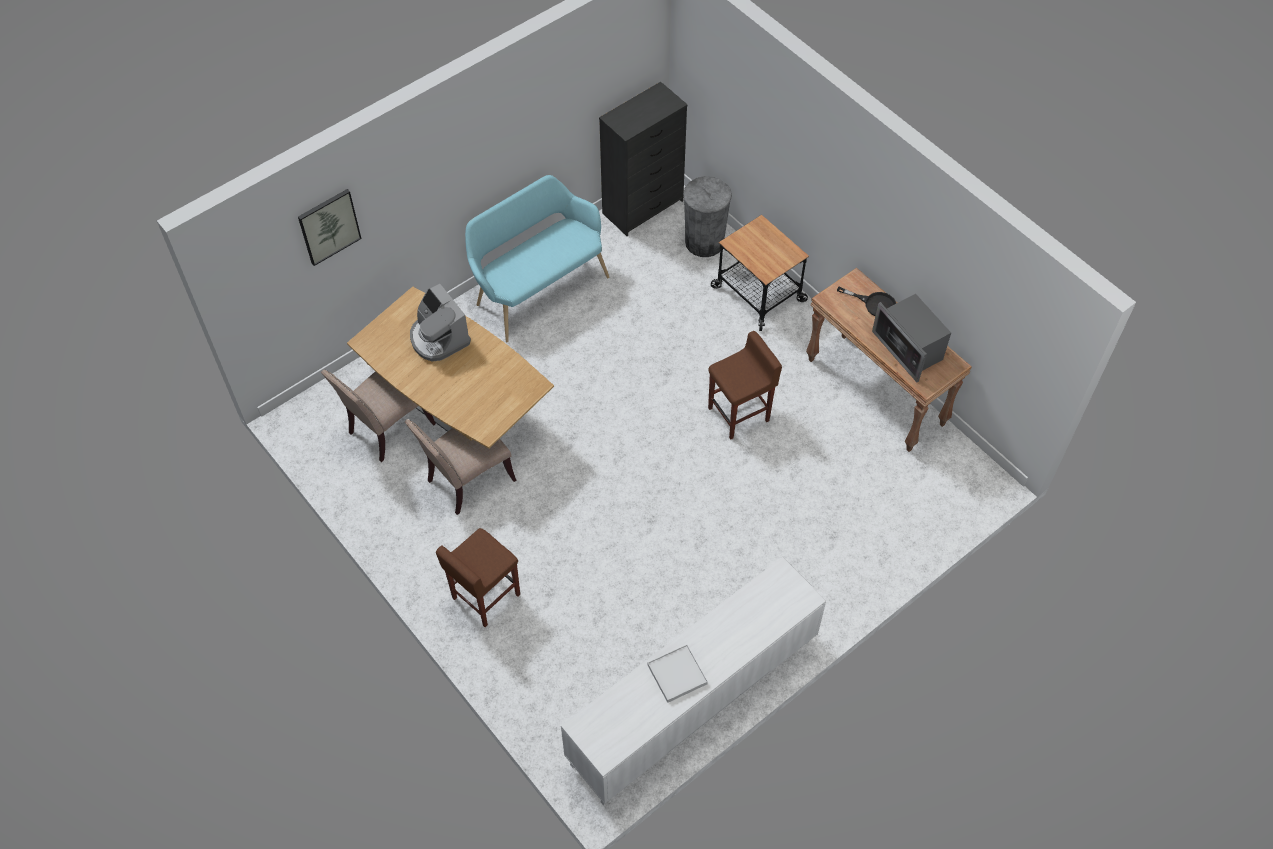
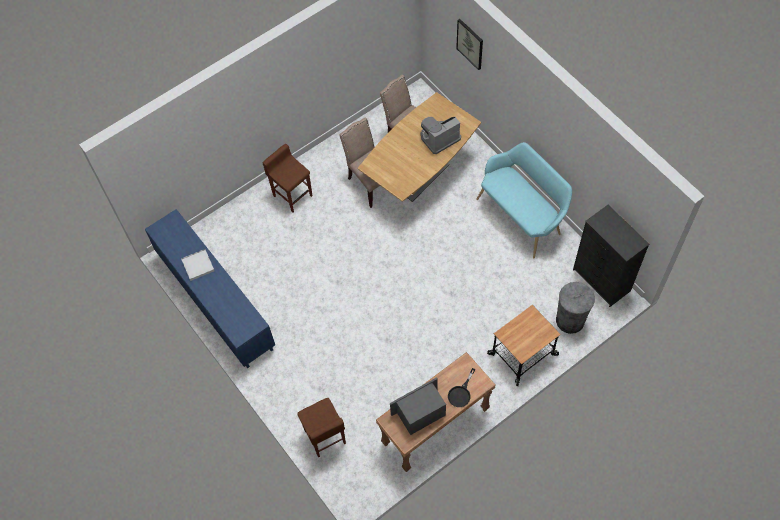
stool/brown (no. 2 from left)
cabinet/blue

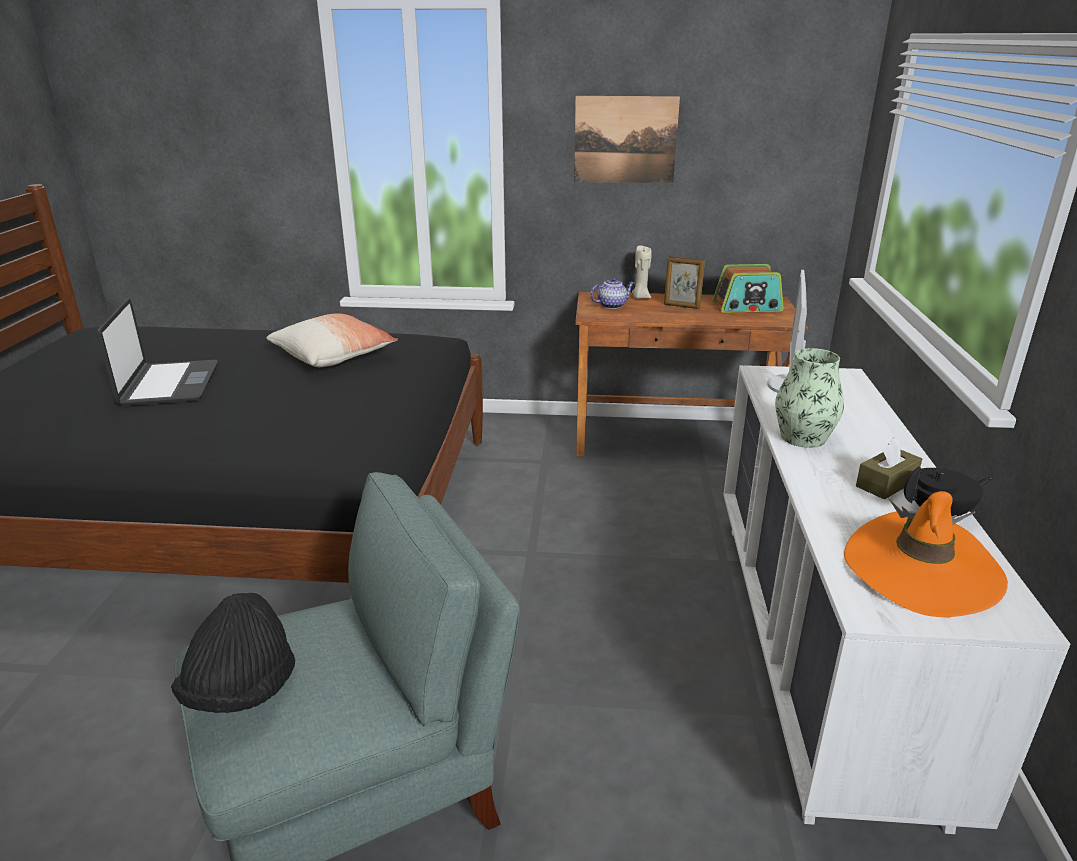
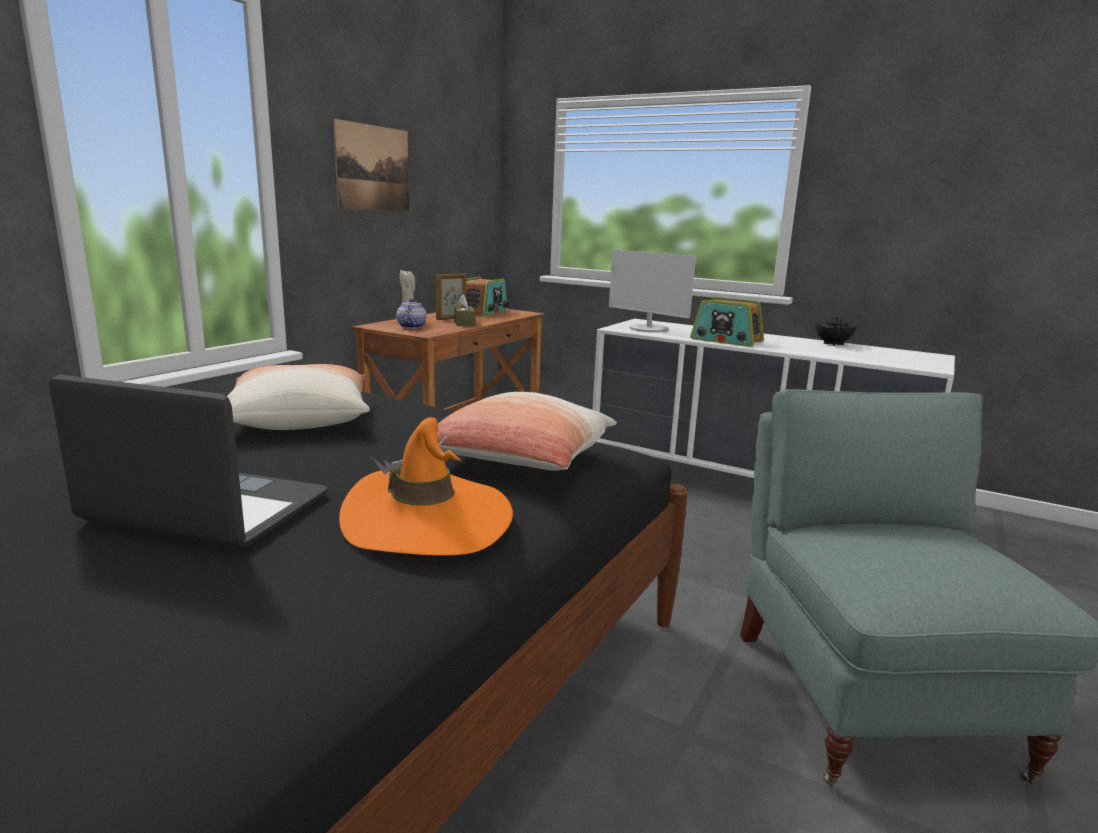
radio (no. 2 from left)
tissue box/brown
hat/orange
hat/black
pillow (no. 2 from left)

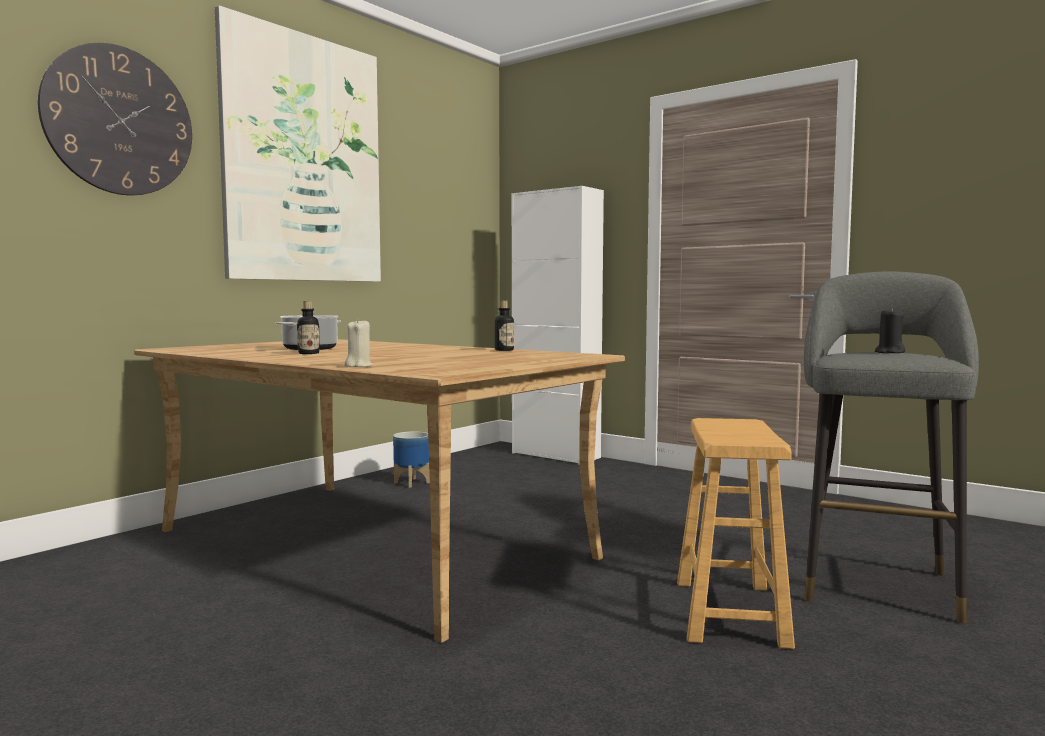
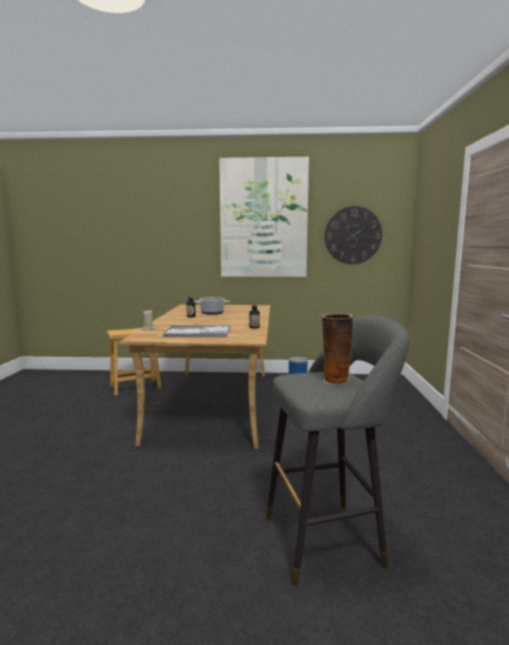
wall clock
cabinet/white
vase
stool/brown
tray

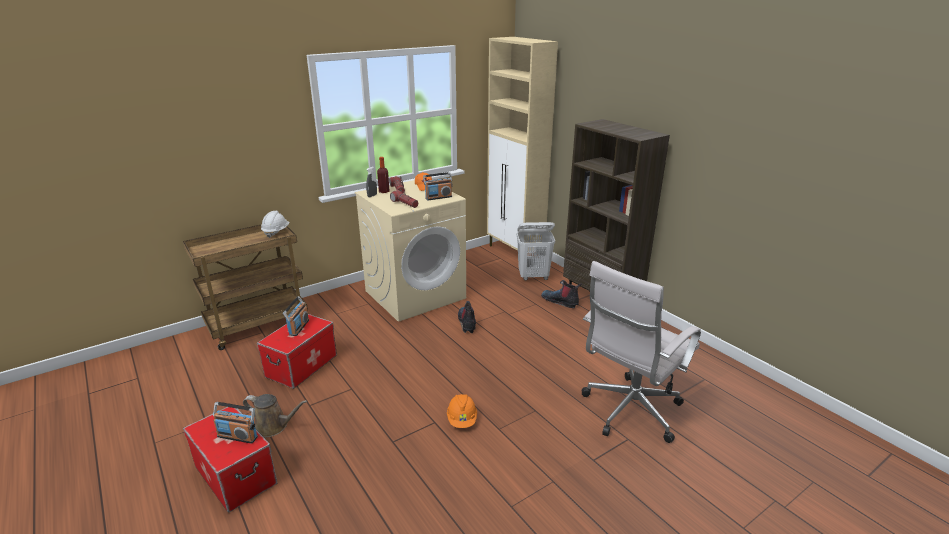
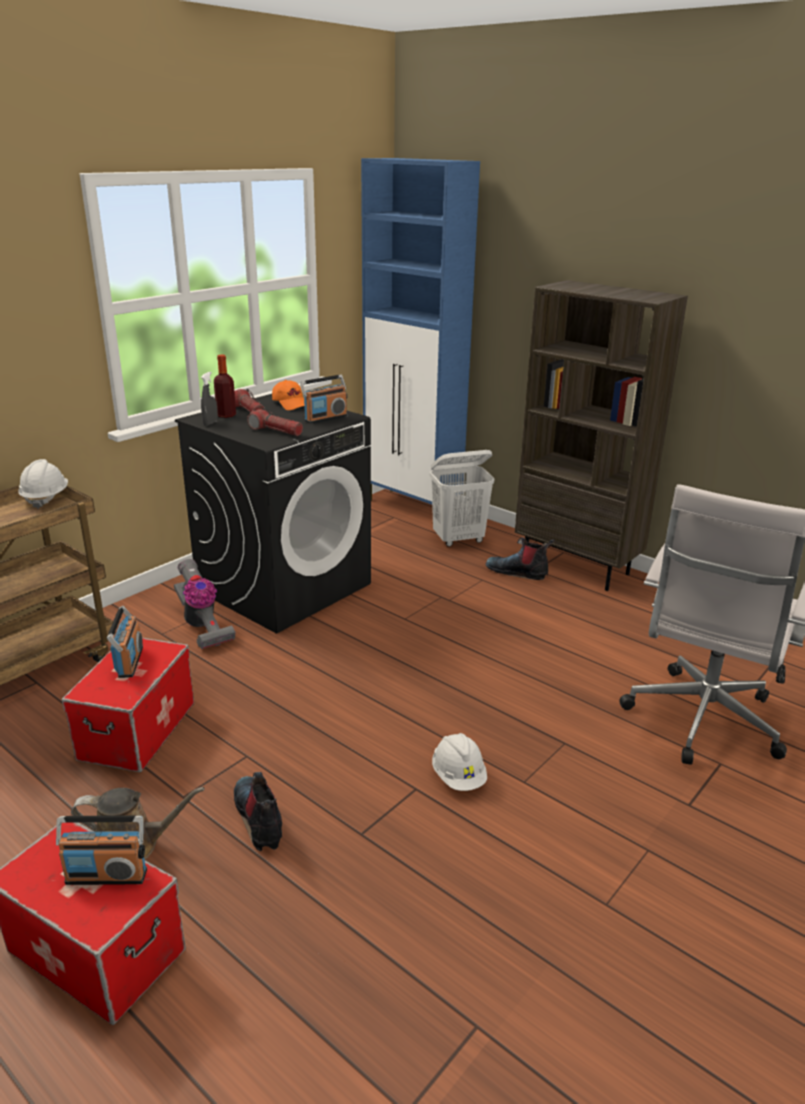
cabinet/blue
washing machine/black
boot (no. 1 from left)
hard hat/white (no. 2 from left)
vacuum cleaner

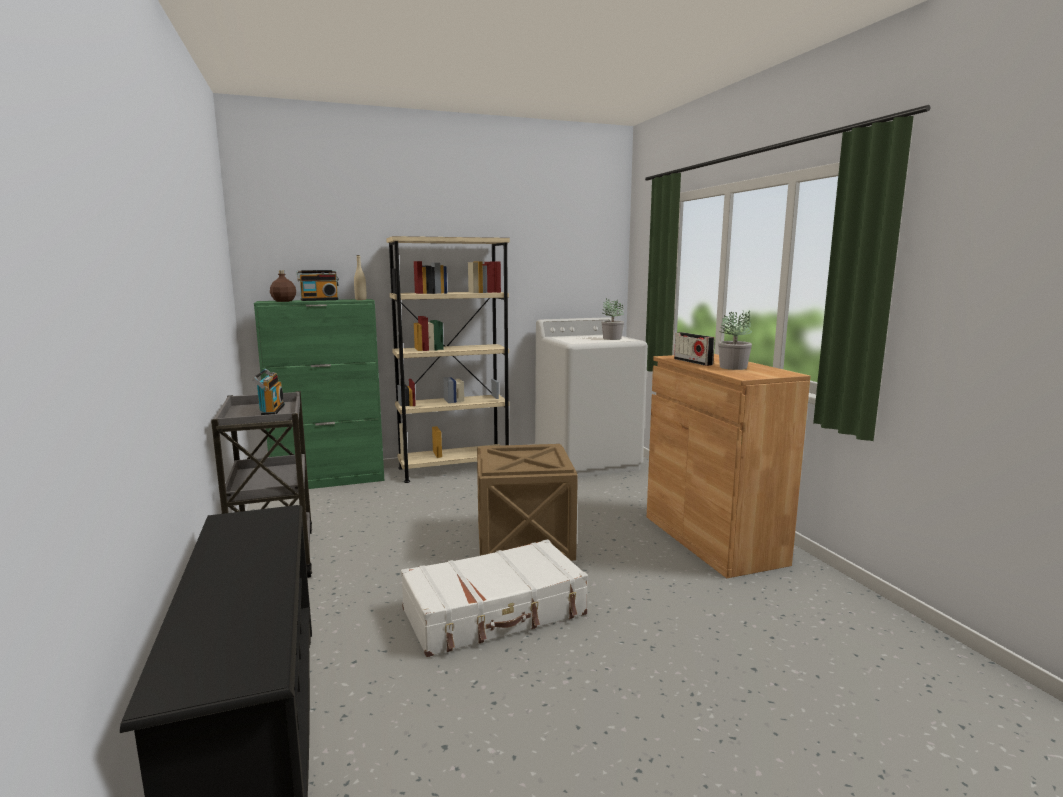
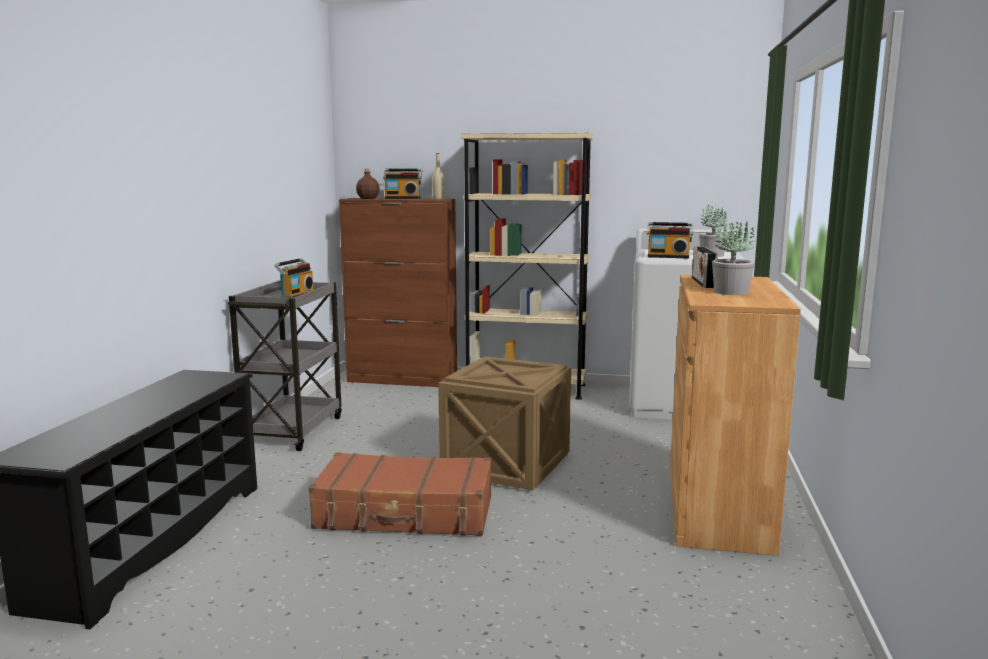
cabinet/brown (no. 1 from left)
suitcase/brown
radio (no. 3 from left)

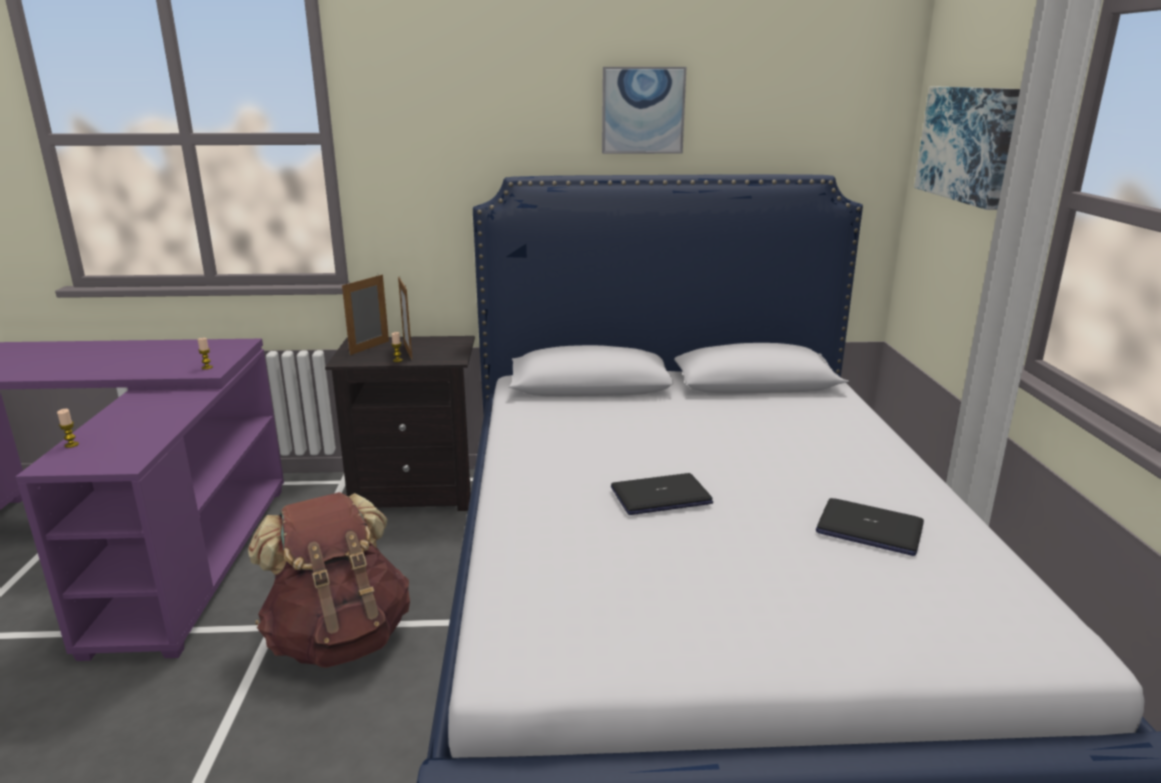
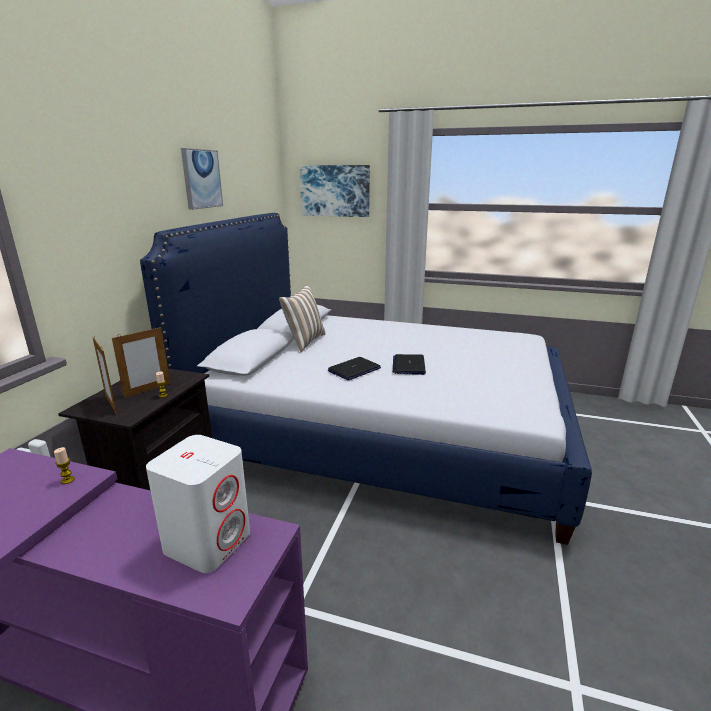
picture frame (no. 2 from left)
candle (no. 1 from left in the first image)
backpack/brown
laptop (no. 1 from left)
pillow
speaker/white

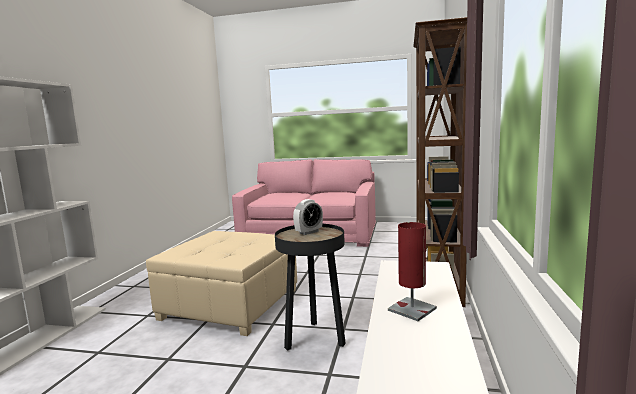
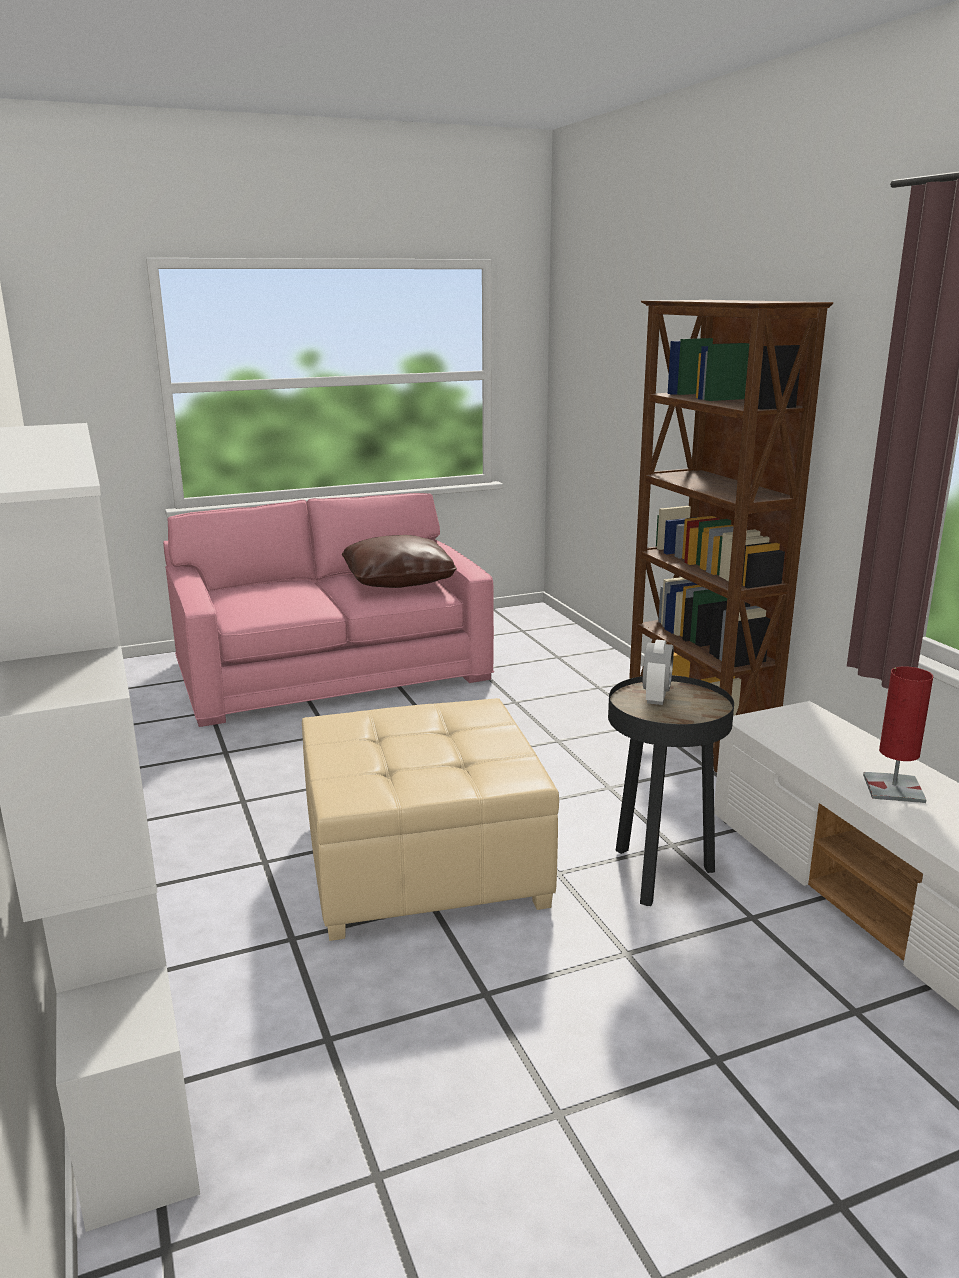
pillow/brown

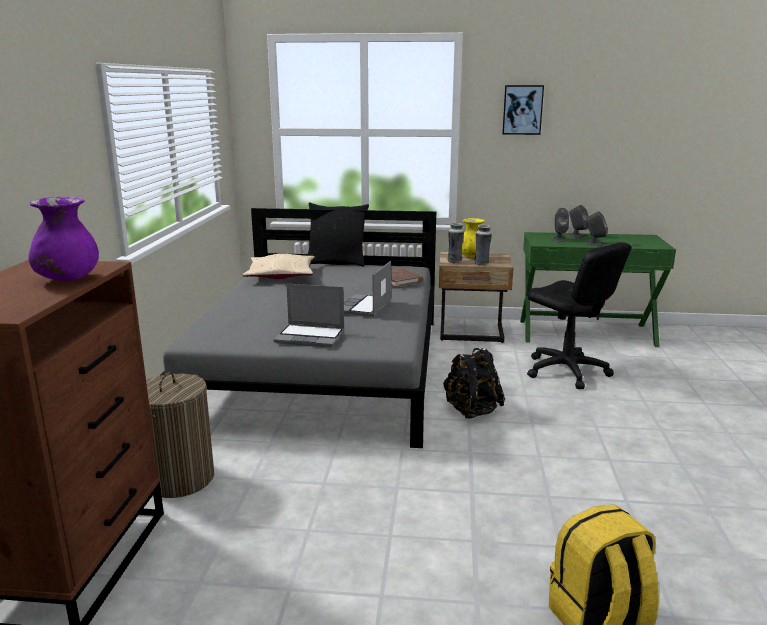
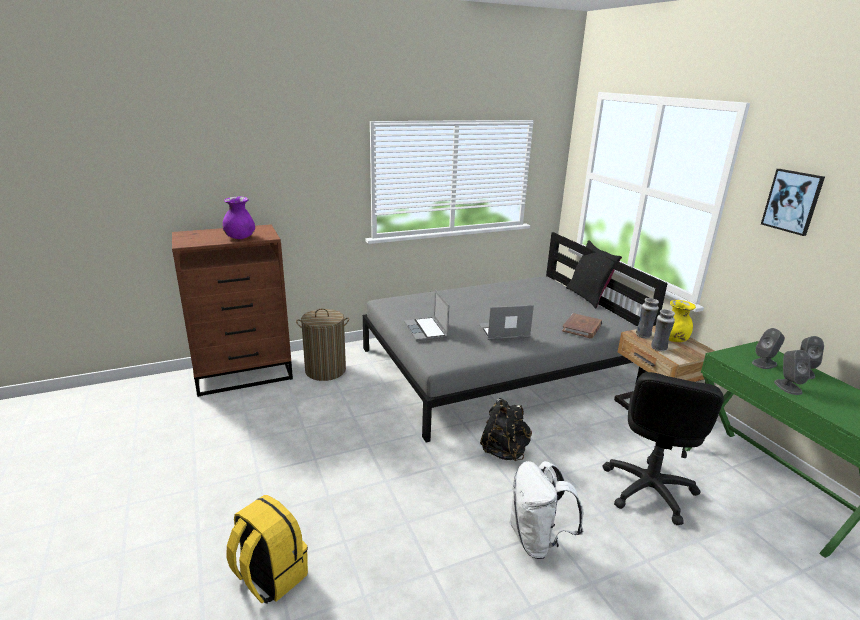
pillow/beige
backpack/white

